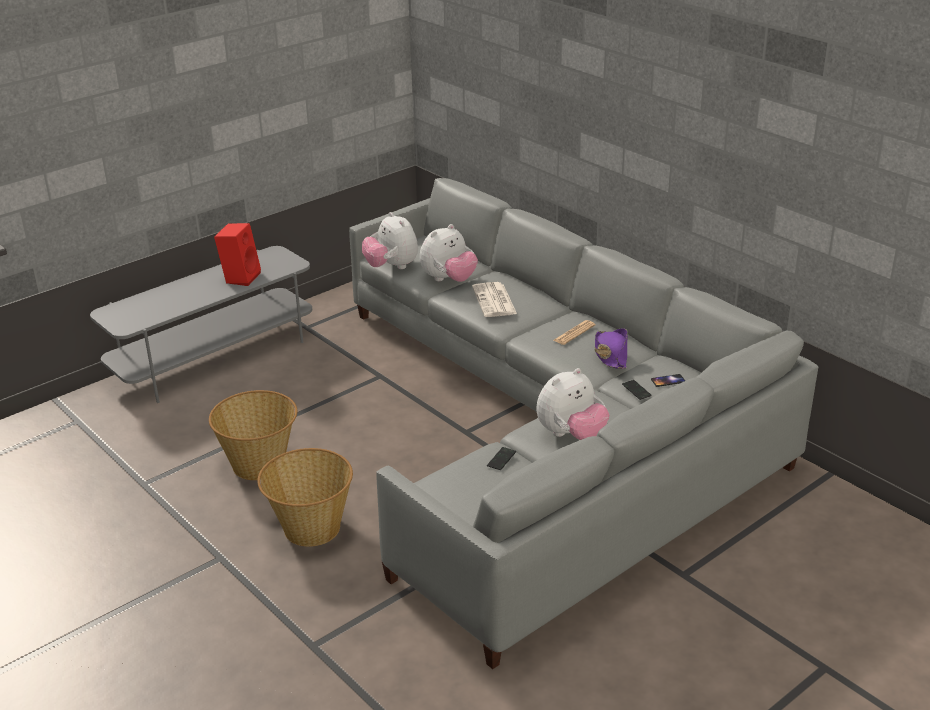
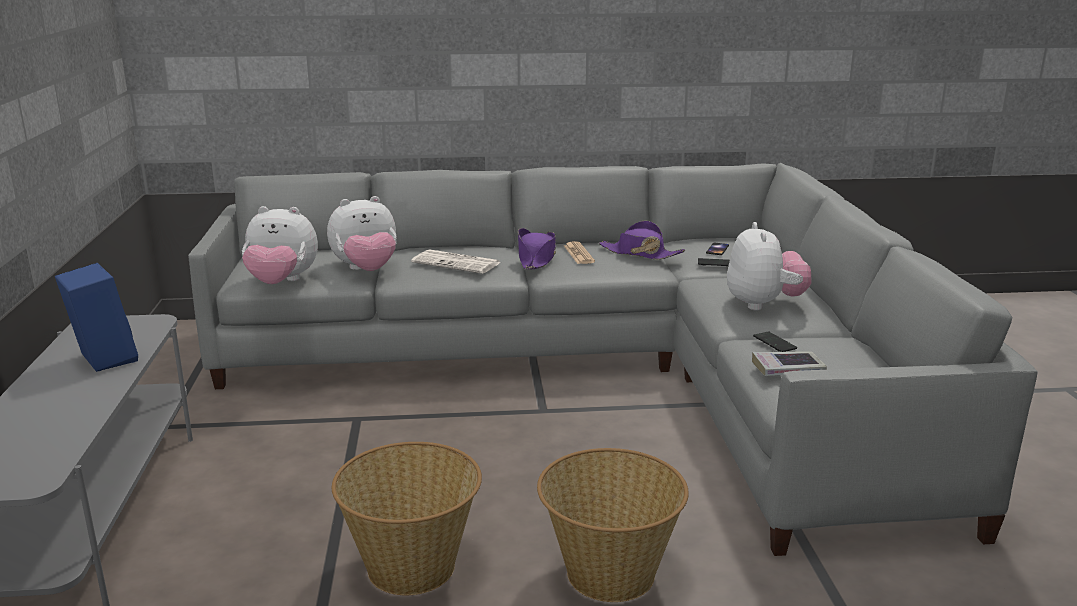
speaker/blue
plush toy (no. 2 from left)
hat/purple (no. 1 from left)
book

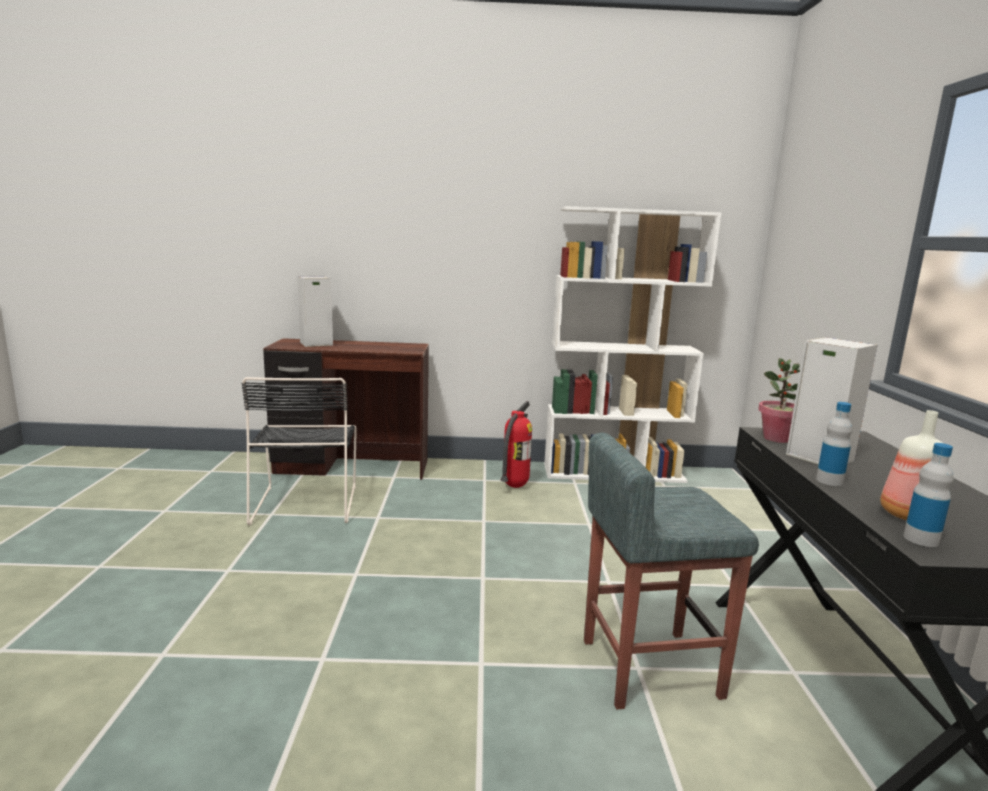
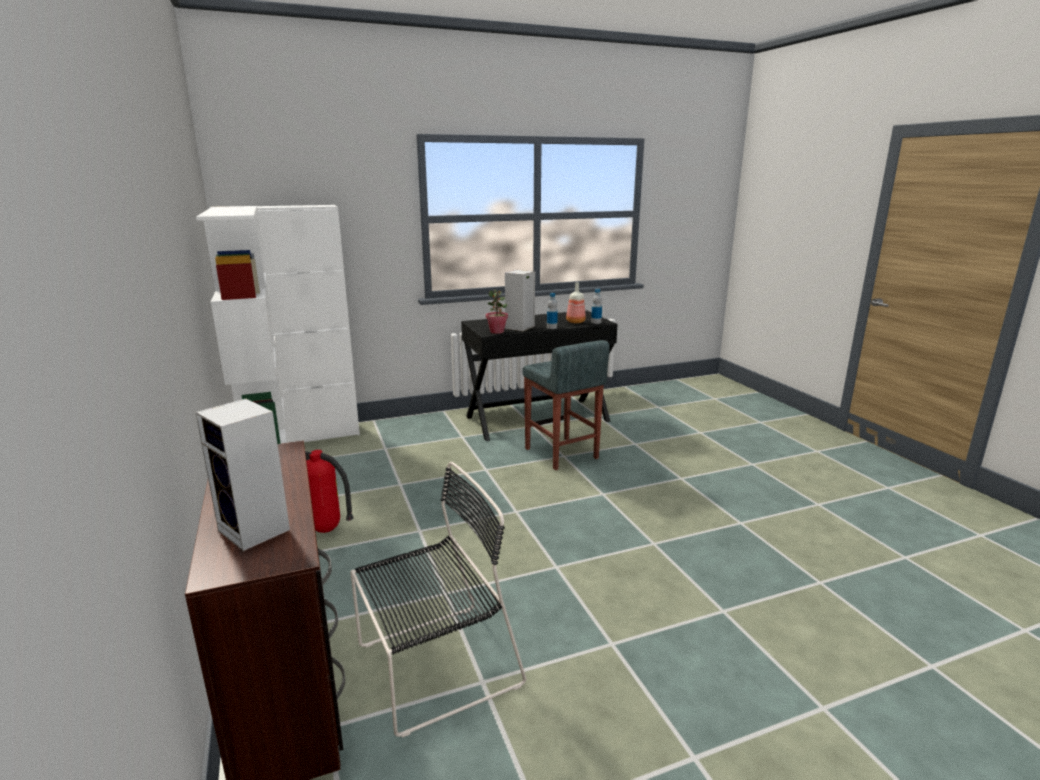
cabinet/white

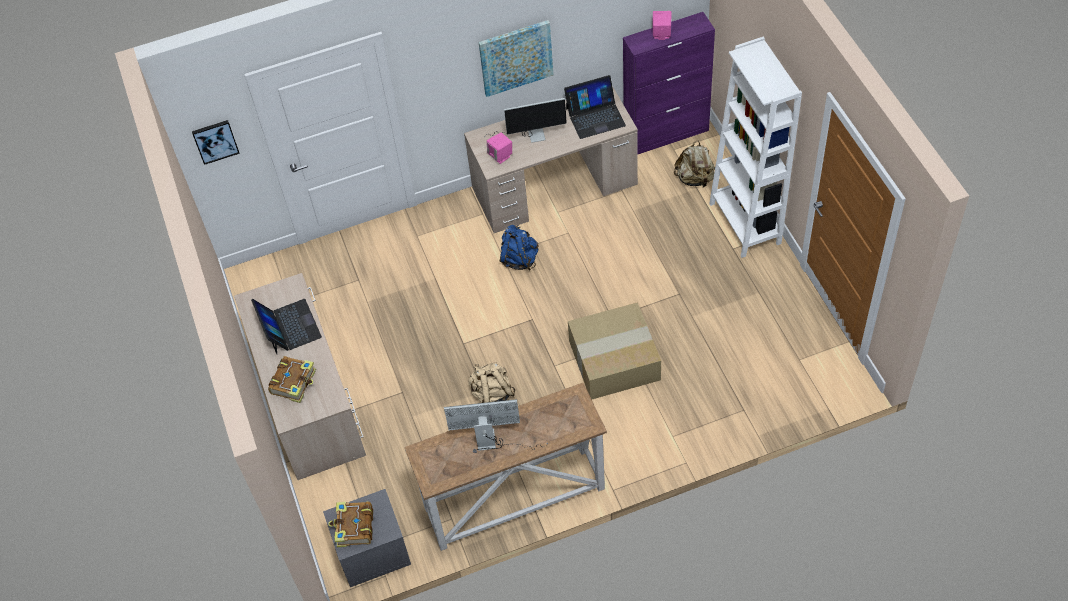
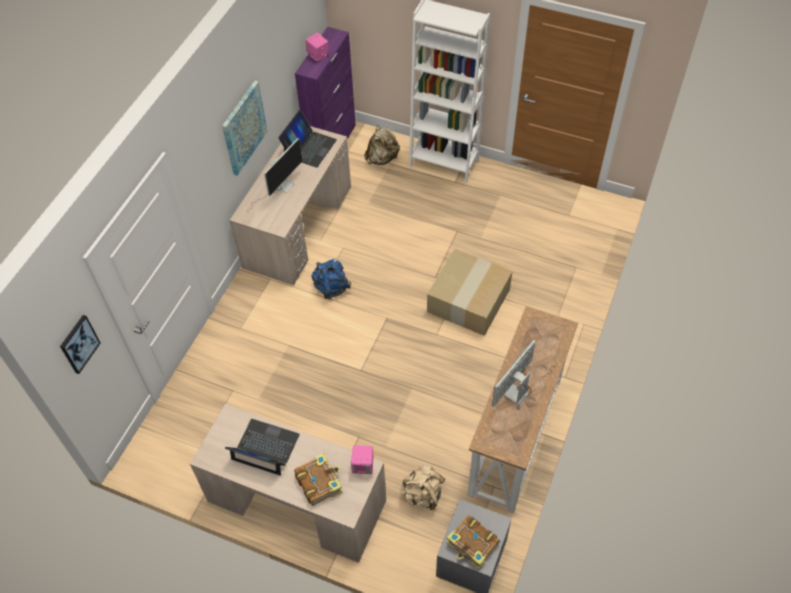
speaker/pink (no. 2 from left)
backpack/beige (no. 2 from left)

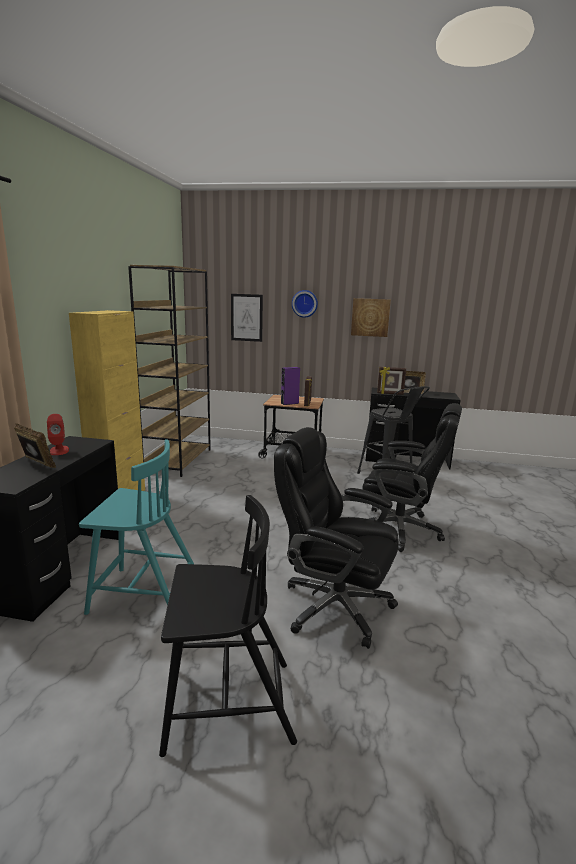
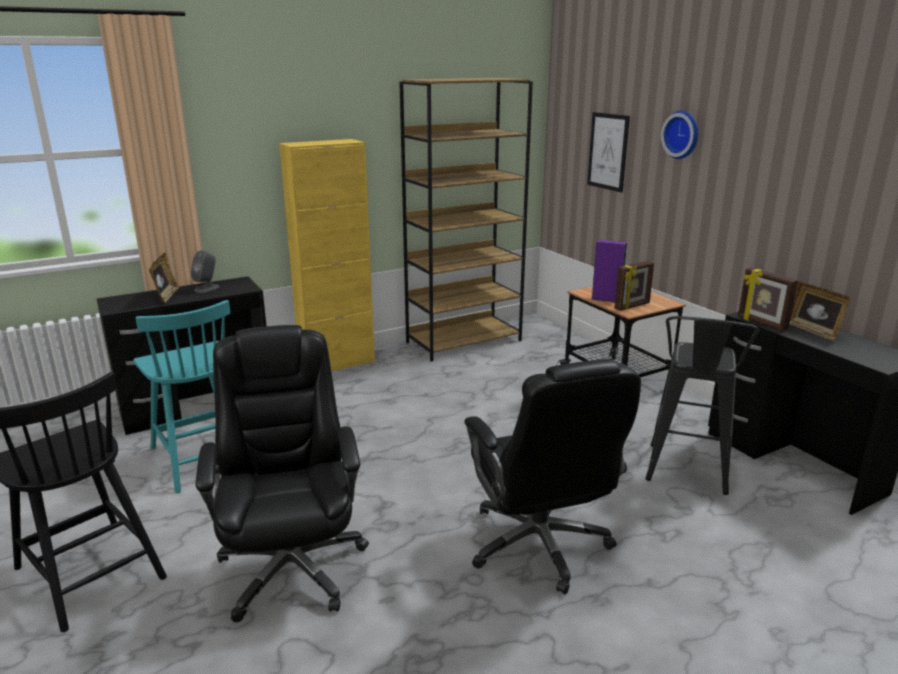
picture (no. 2 from left in the first image)
speaker/grey

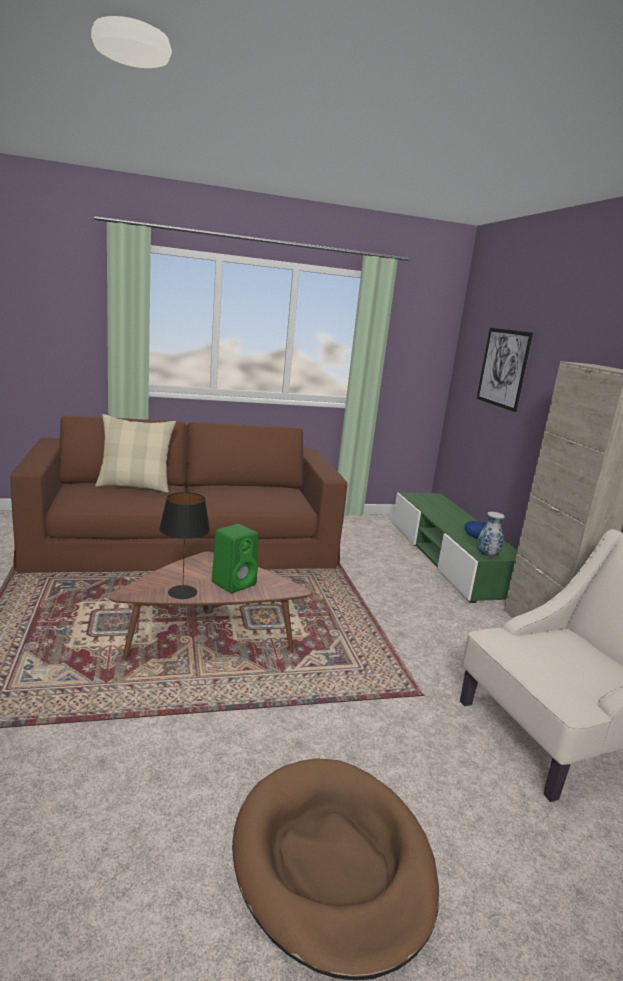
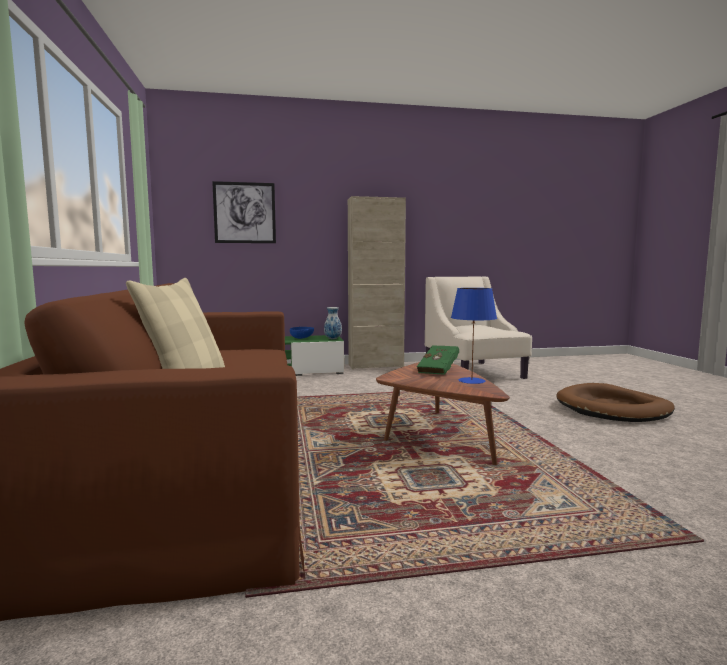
table lamp/blue
book/green

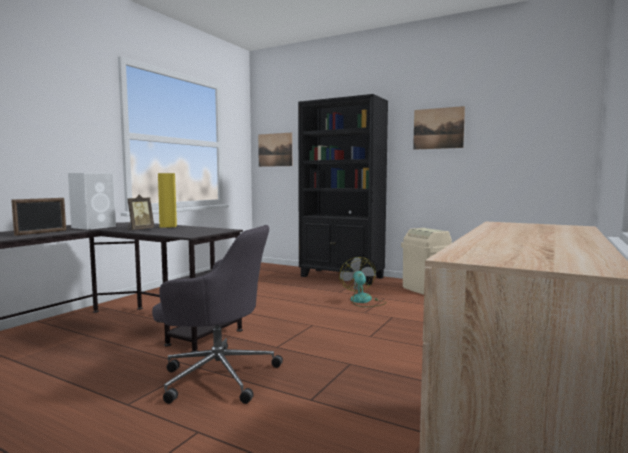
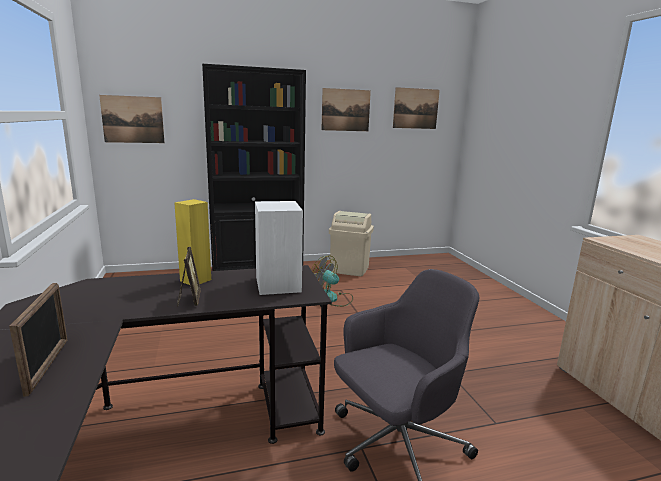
speaker/white
picture (no. 3 from left)

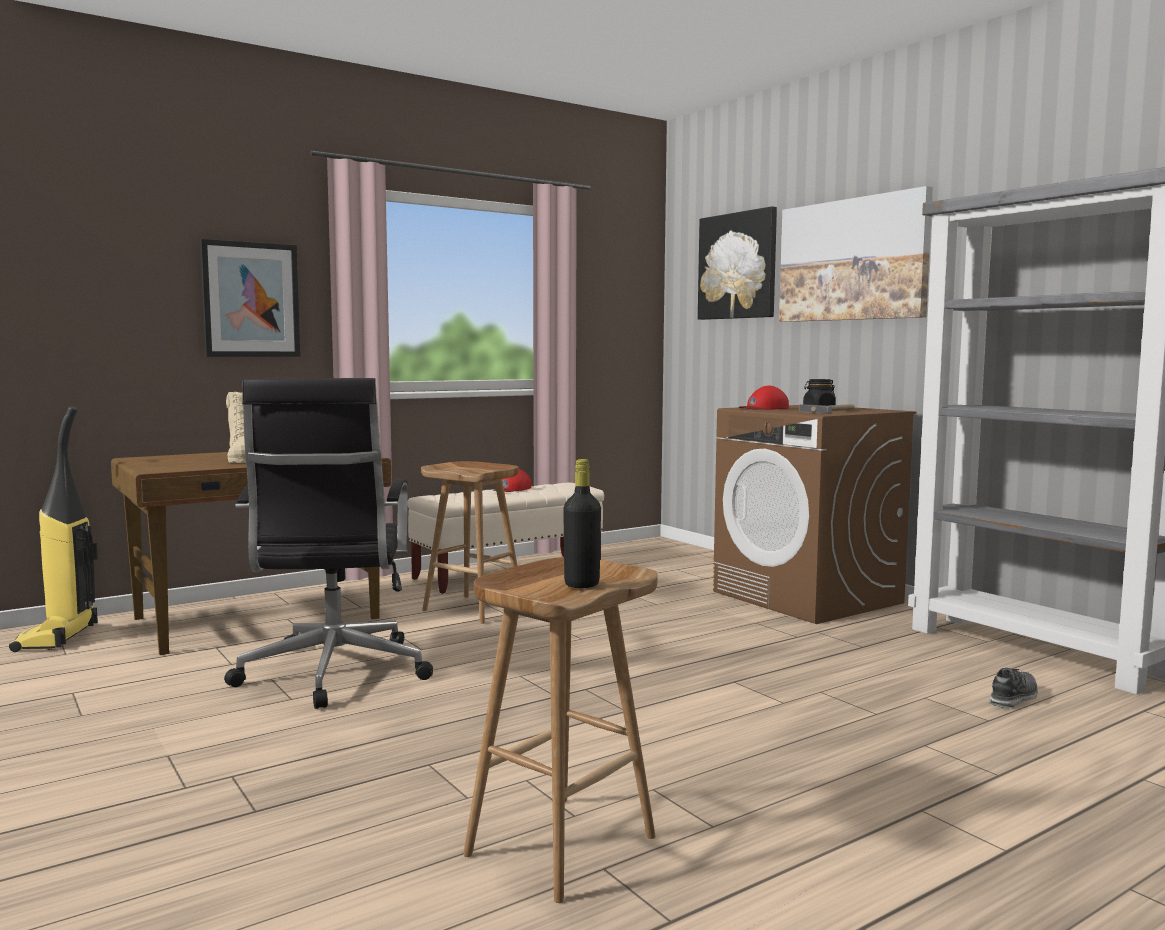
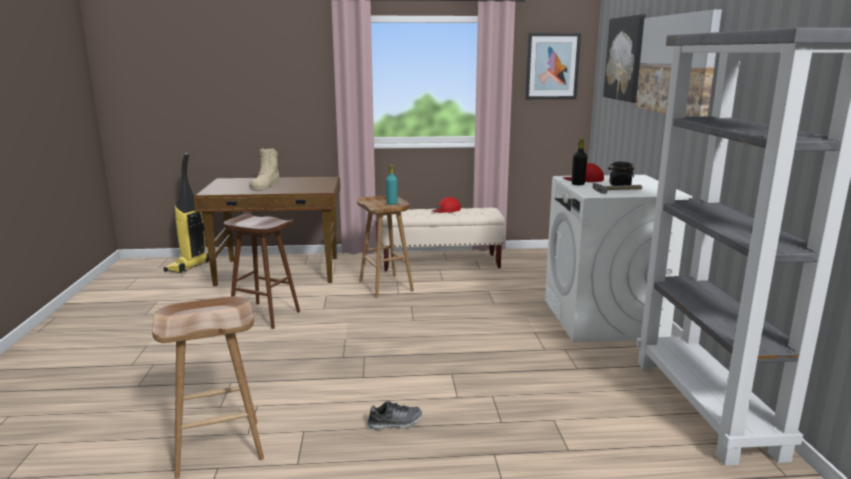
picture (no. 1 from left)
stool/brown (no. 2 from left)
washing machine/white
bottle/black
shoe
bottle/turquoise

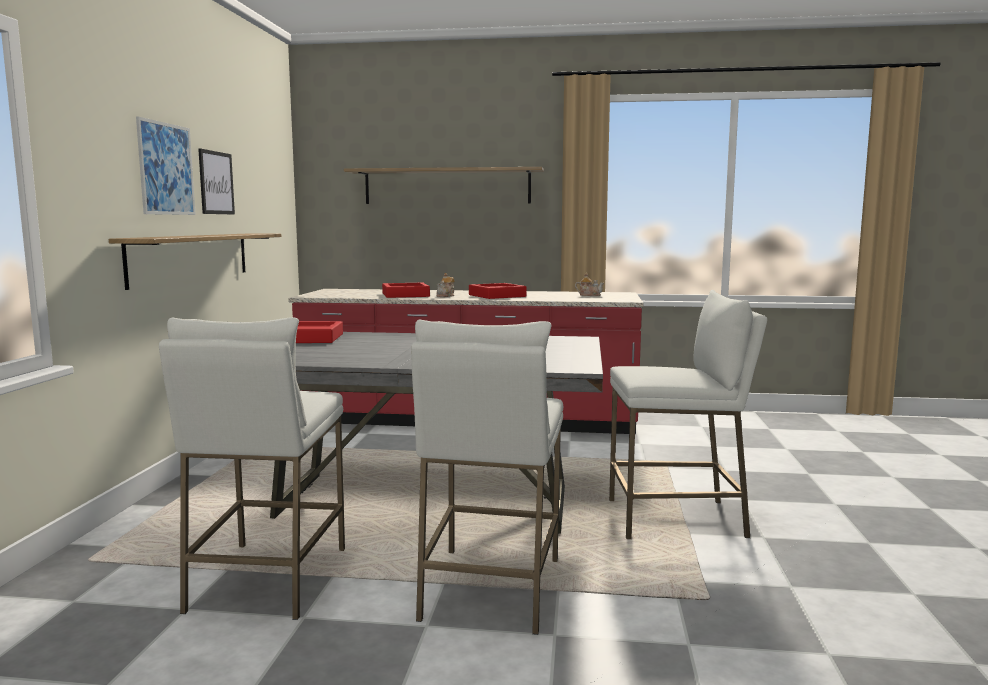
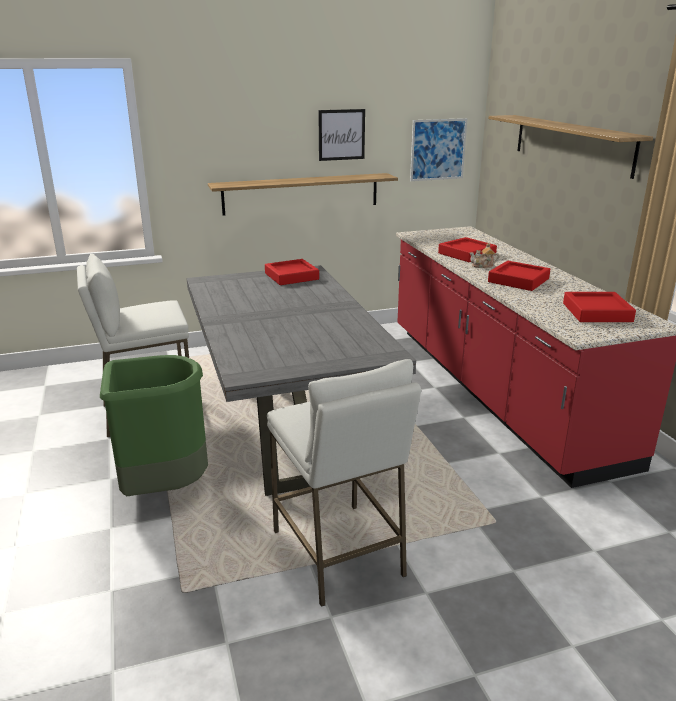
picture (no. 2 from left)
tray/red (no. 4 from left)
trash can/green

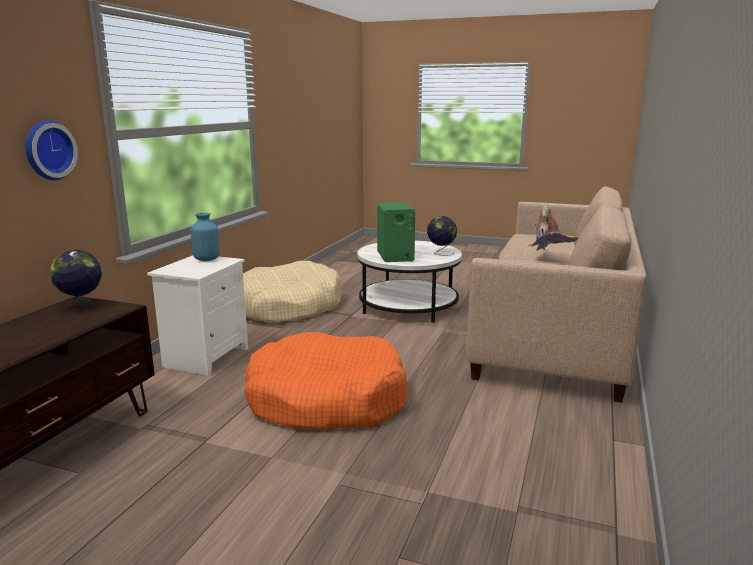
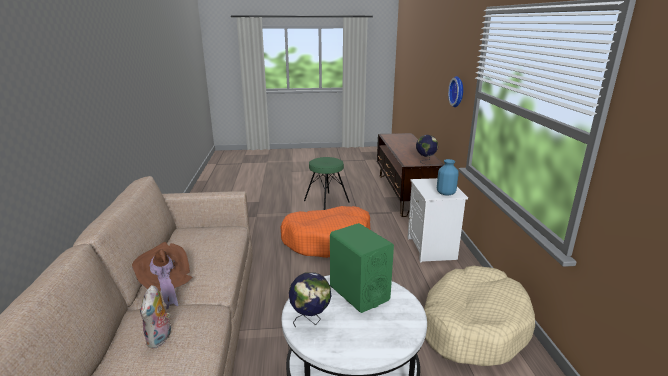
stool/green

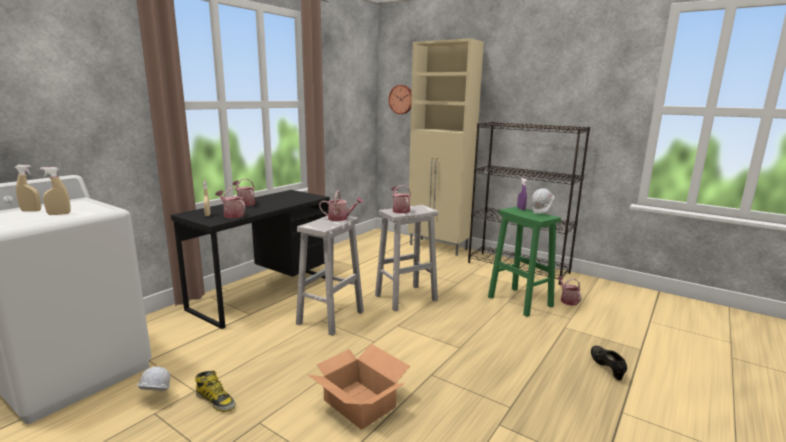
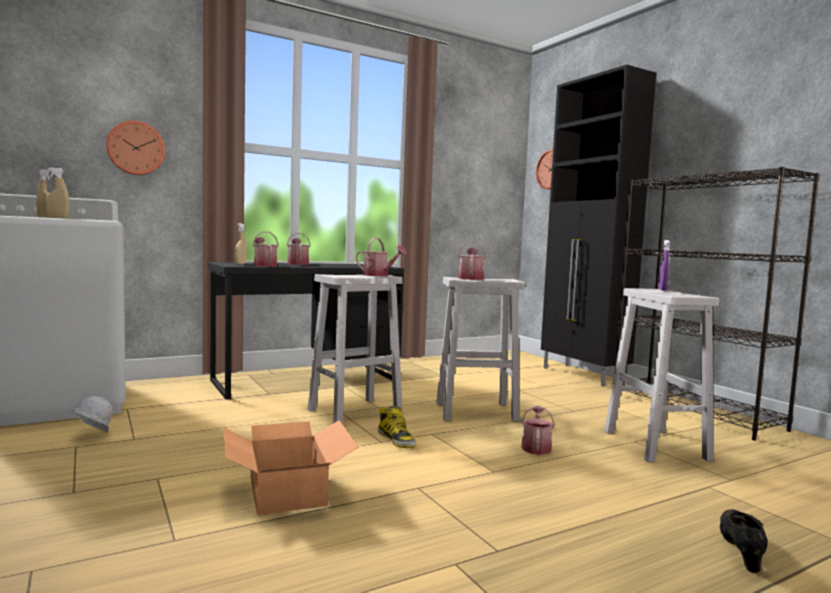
cabinet/black
hard hat/white (no. 2 from left in the first image)
stool/white (no. 3 from left)
watering can (no. 5 from left)
boot
wall clock (no. 1 from left)

